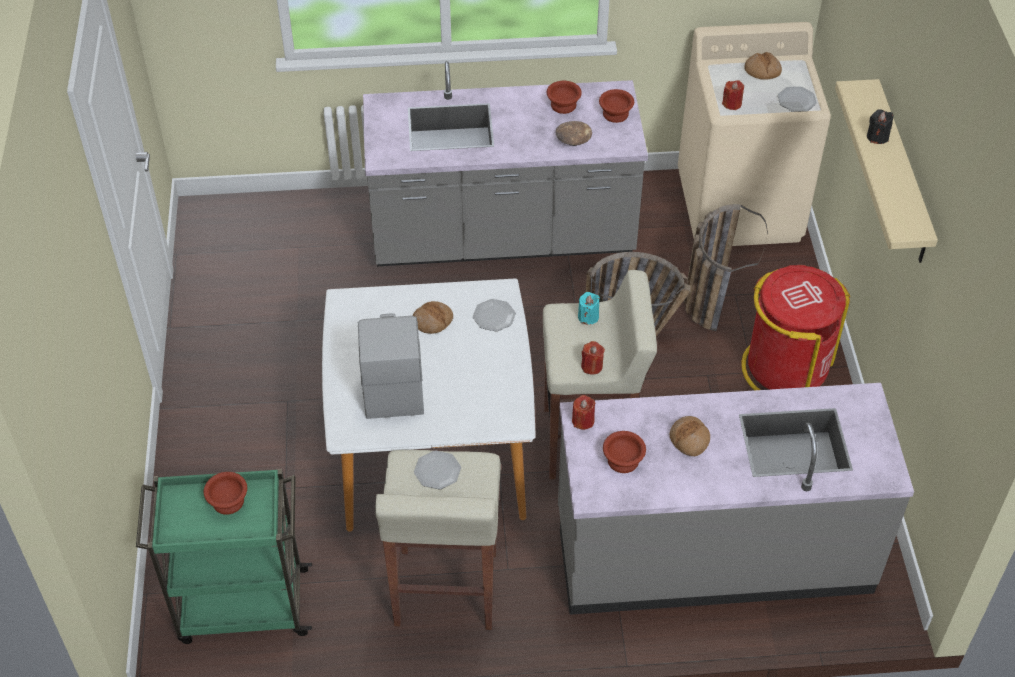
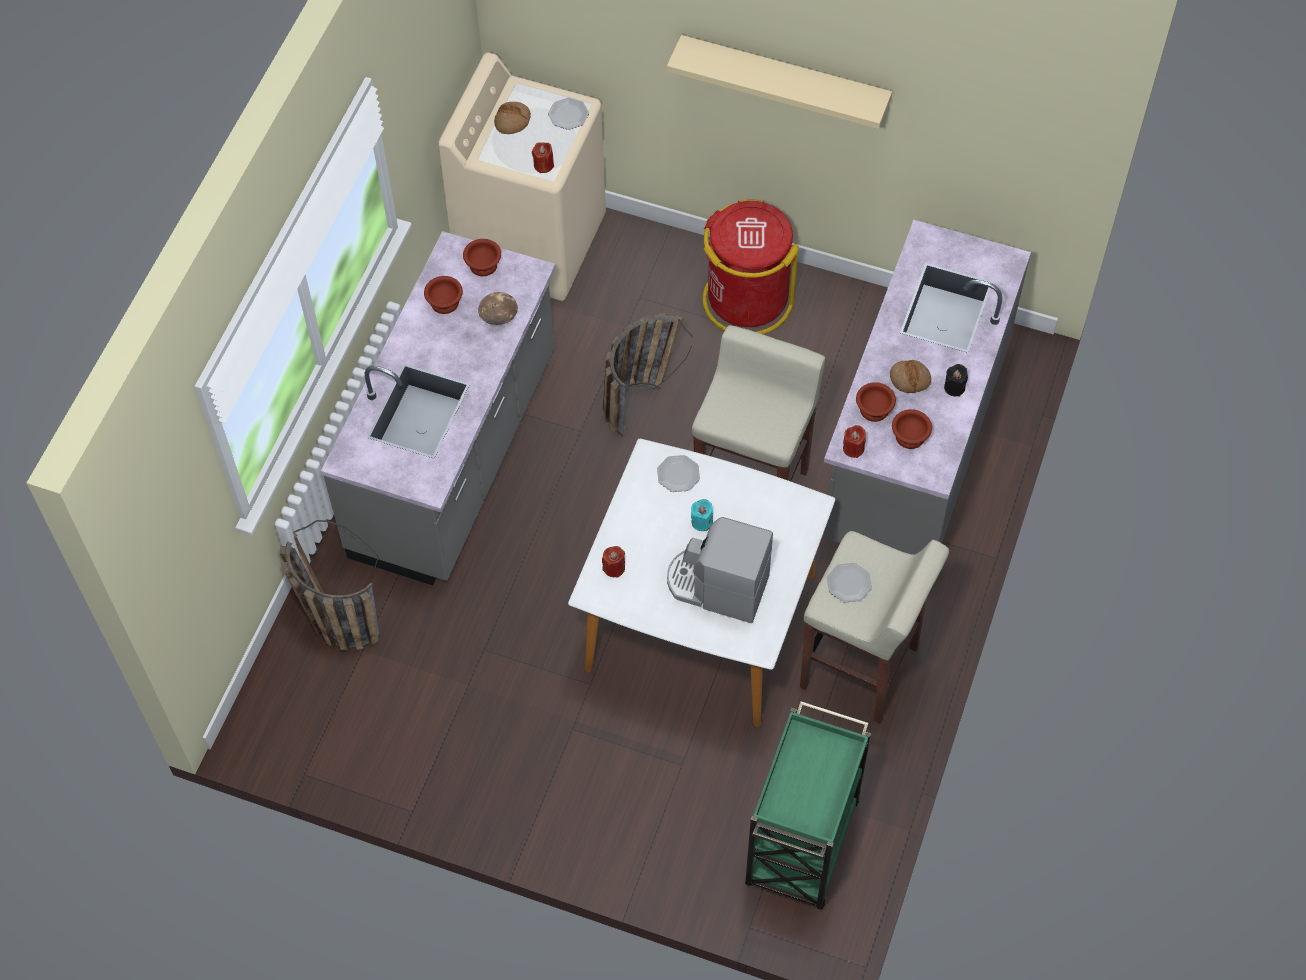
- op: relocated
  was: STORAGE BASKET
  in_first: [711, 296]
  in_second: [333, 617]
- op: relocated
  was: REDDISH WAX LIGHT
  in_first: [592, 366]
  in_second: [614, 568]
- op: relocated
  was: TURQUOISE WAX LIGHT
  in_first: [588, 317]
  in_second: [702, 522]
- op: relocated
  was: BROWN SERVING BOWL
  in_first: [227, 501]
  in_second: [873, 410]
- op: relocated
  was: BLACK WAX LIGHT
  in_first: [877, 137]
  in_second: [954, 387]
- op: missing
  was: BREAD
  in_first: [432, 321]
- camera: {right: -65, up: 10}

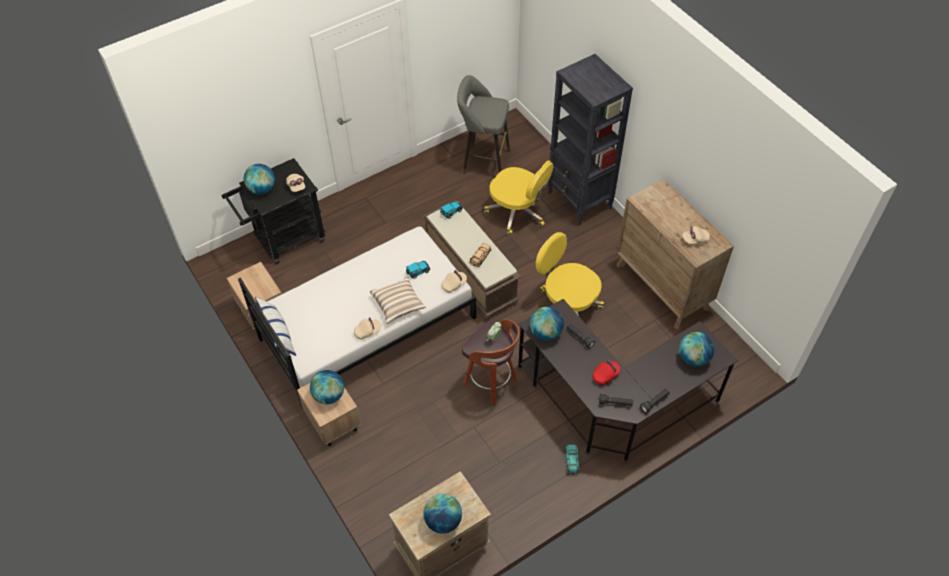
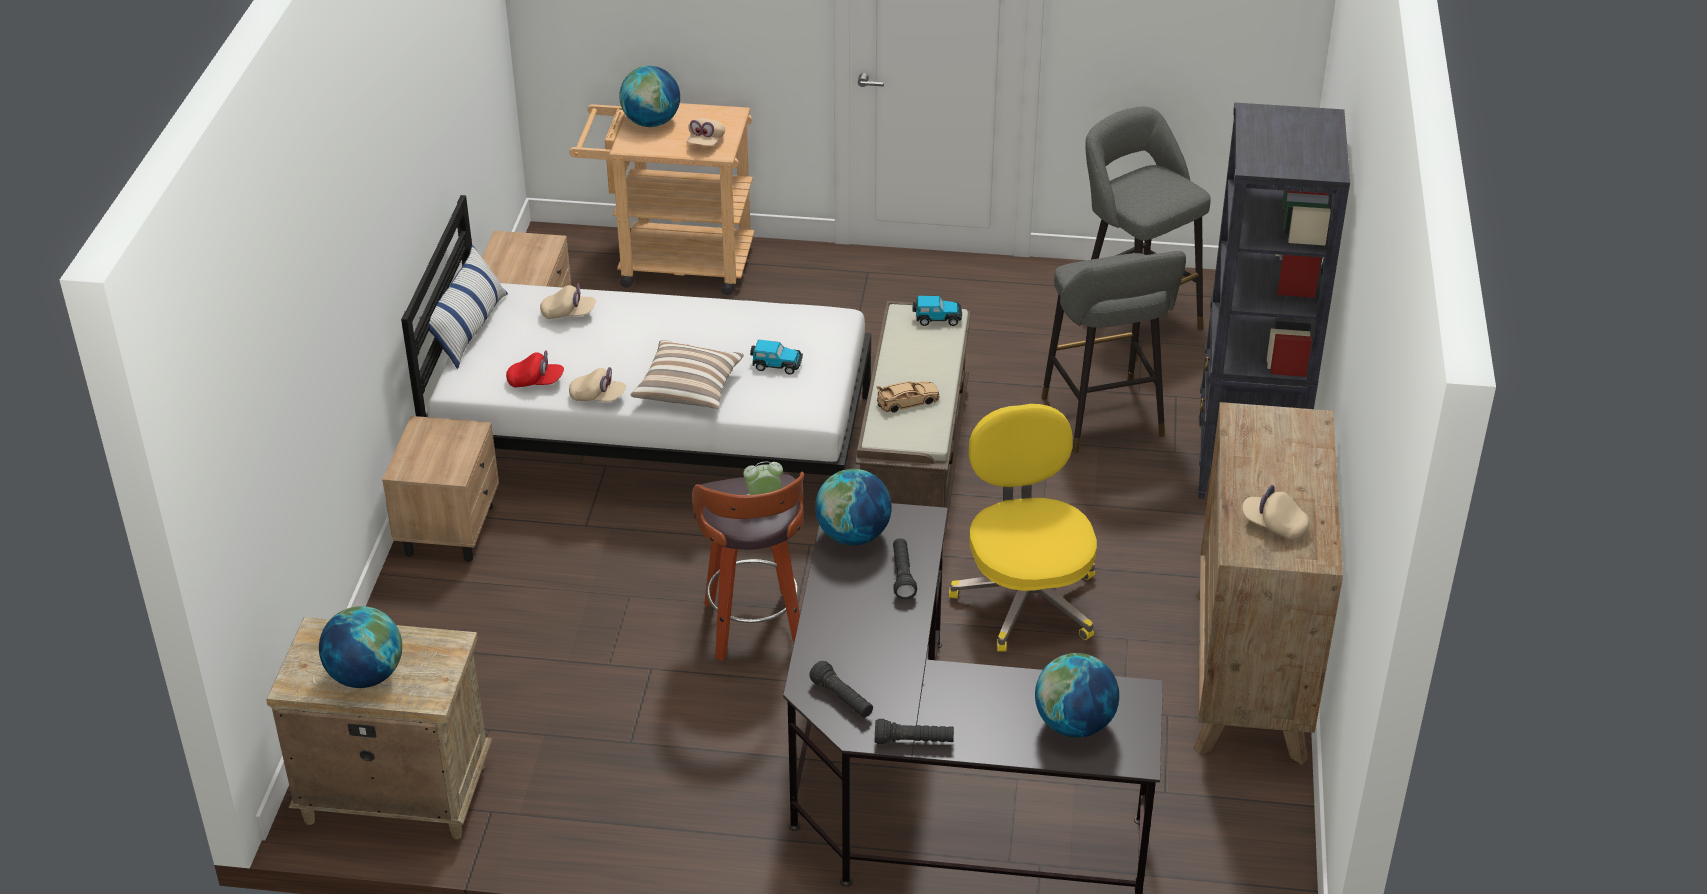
- op: relocated
  was: REDDISH CAP
  in_first: [605, 375]
  in_second: [536, 382]
- op: relocated
  was: SAND-COLOURED CAP
  in_first: [454, 284]
  in_second: [568, 314]
- op: colour
  was: BLACK CART
  now: SAND-COLOURED CART
  in_first: [284, 240]
  in_second: [672, 263]
- op: exchanged
  was: YELLOW COMPUTER CHAIR
  now: GREY STOOL SEAT
  in_first: [517, 212]
  in_second: [1105, 421]
- op: missing
  was: DESK GLOBE
  in_first: [329, 395]
- op: missing
  was: TURQUOISE MINIATURE CAR
  in_first: [572, 460]
- camera: {right: 40, up: -15}

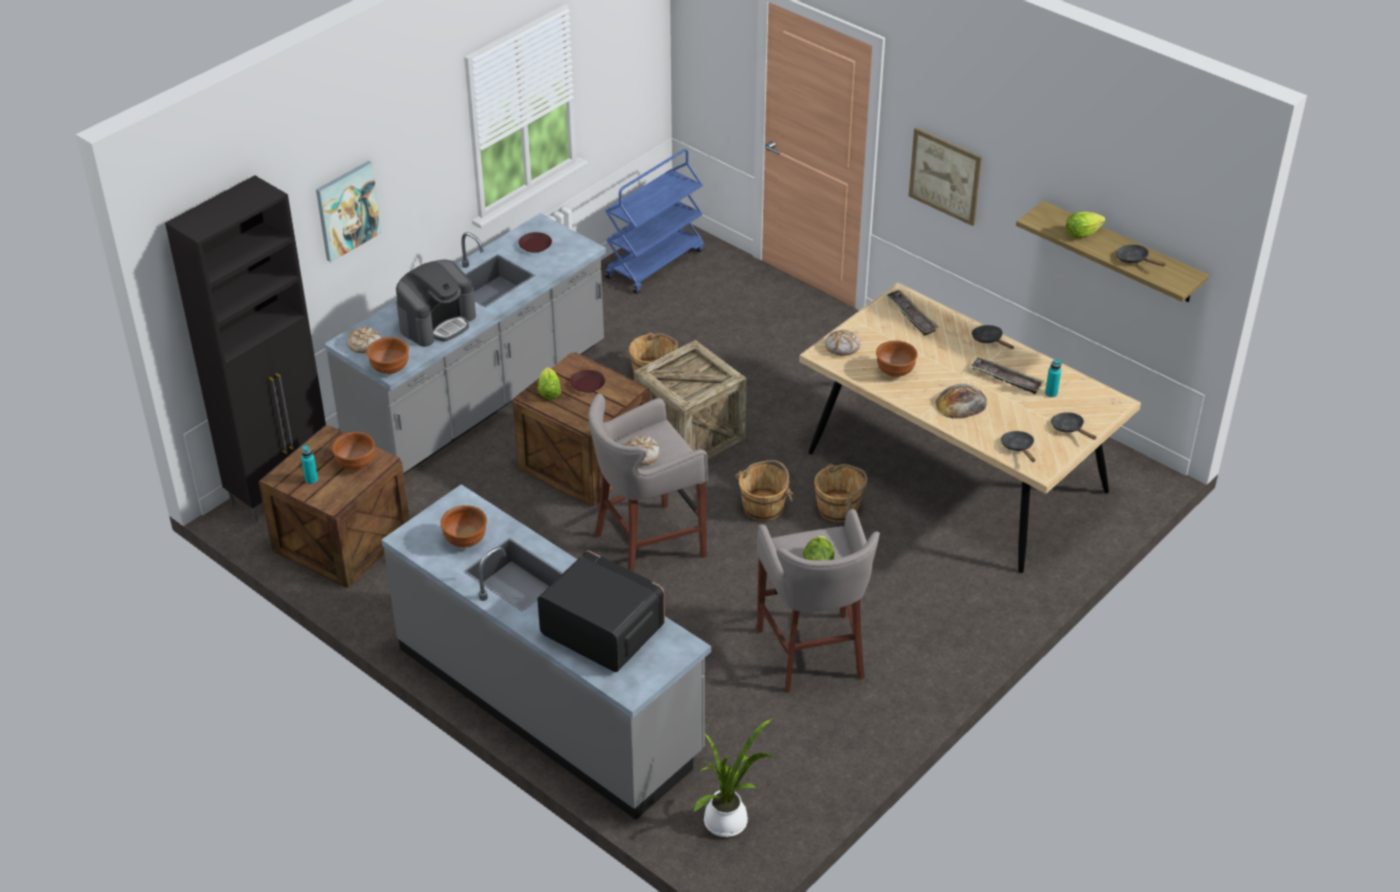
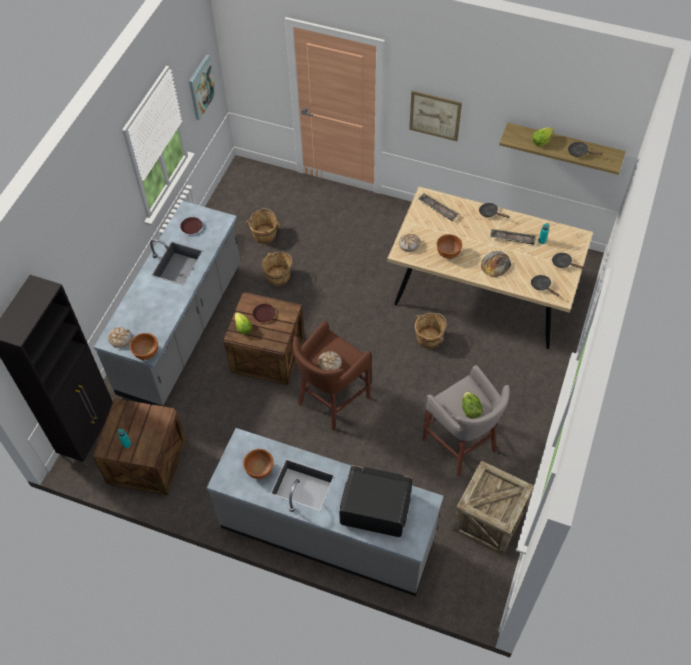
- op: relocated
  was: PICTURE
  in_first: [347, 210]
  in_second: [201, 87]
- op: relocated
  was: BROWN WATER BUCKET
  in_first: [763, 506]
  in_second: [264, 234]
- op: colour
  was: GREY STOOL SEAT
  now: BROWN STOOL SEAT
  in_first: [646, 544]
  in_second: [331, 401]
- op: relocated
  was: SHIPPING CRATE
  in_first: [690, 435]
  in_second: [489, 519]
- op: missing
  was: BROWN SERVING BOWL
  in_first: [356, 464]
- op: missing
  was: COFFEE BREWER
  in_first: [437, 322]
- op: missing
  was: BLUISH CART
  in_first: [655, 263]
- op: missing
  was: PLANT IN A POT
  in_first: [729, 821]
- camera: {right: -20, up: 15}

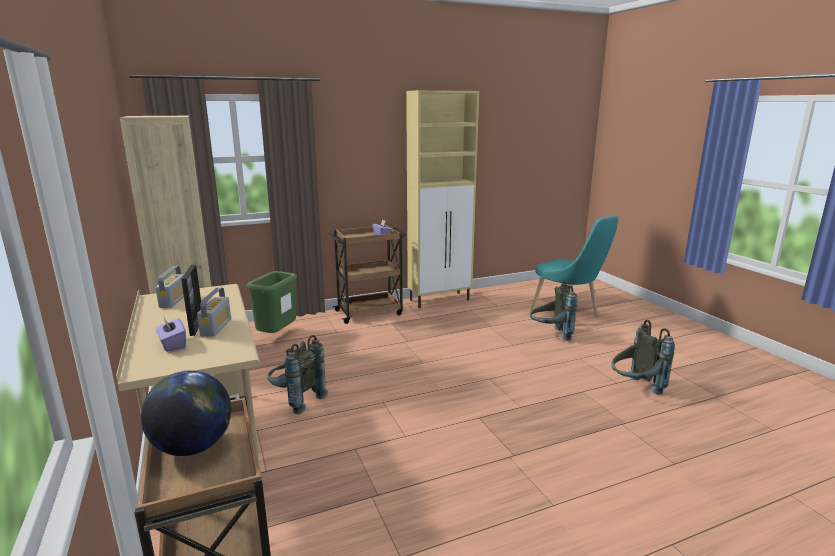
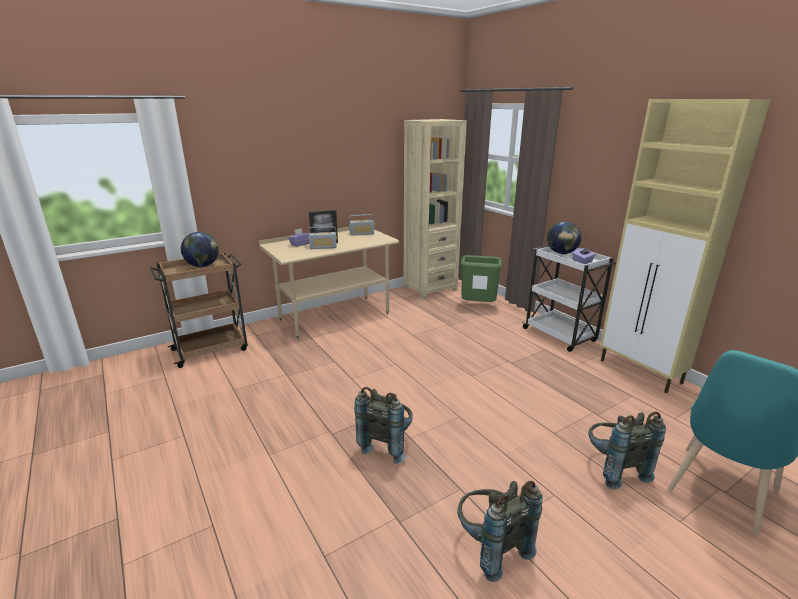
- op: relocated
  was: GREY KNAPSACK
  in_first: [296, 400]
  in_second: [387, 444]
- op: colour
  was: BROWN CART
  now: WHITE CART
  in_first: [370, 312]
  in_second: [560, 335]
- op: appeared
  now: DESK GLOBE
  in_second: [561, 253]
- camera: {right: 80, up: 5}

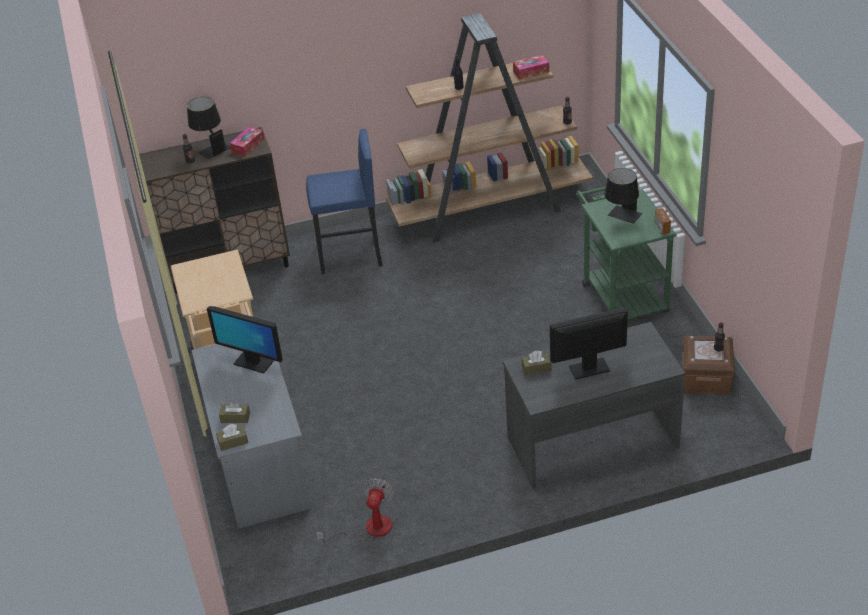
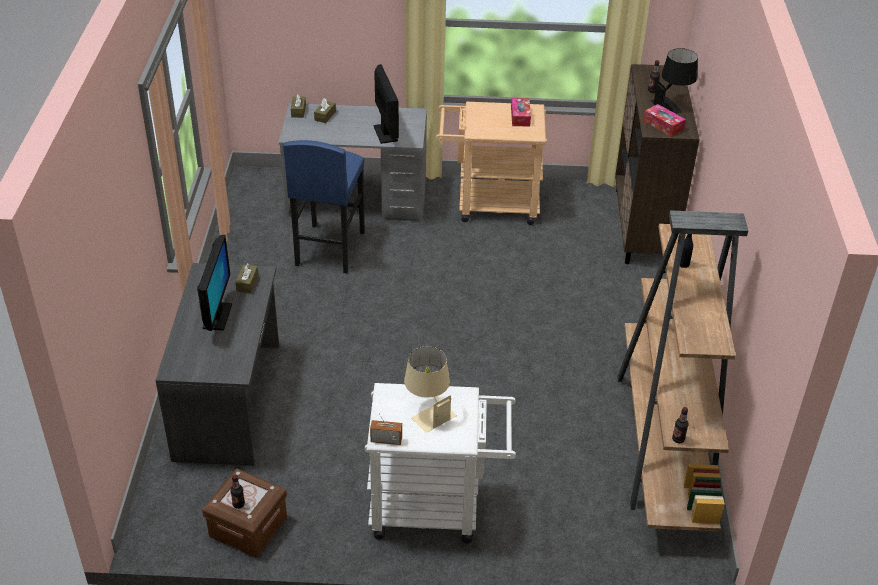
- op: relocated
  was: BLUISH STOOL SEAT
  in_first: [350, 255]
  in_second: [329, 249]
- op: colour
  was: GREEN-COLOURED CART
  now: WHITE CART
  in_first: [621, 293]
  in_second: [436, 508]
- op: spun
  was: COMPUTER SCREEN
  in_first: [253, 362]
  in_second: [385, 134]
  clockwise: 120
- op: colour
  was: BLACK TABLETOP LAMP
  now: SAND-COLOURED TABLETOP LAMP
  in_first: [622, 218]
  in_second: [428, 411]
- op: relocated
  was: TISSUE HOLDER
  in_first: [531, 71]
  in_second: [520, 117]
- op: missing
  was: ELECTRIC FAN
  in_first: [369, 530]
- camera: {right: 105, up: 0}

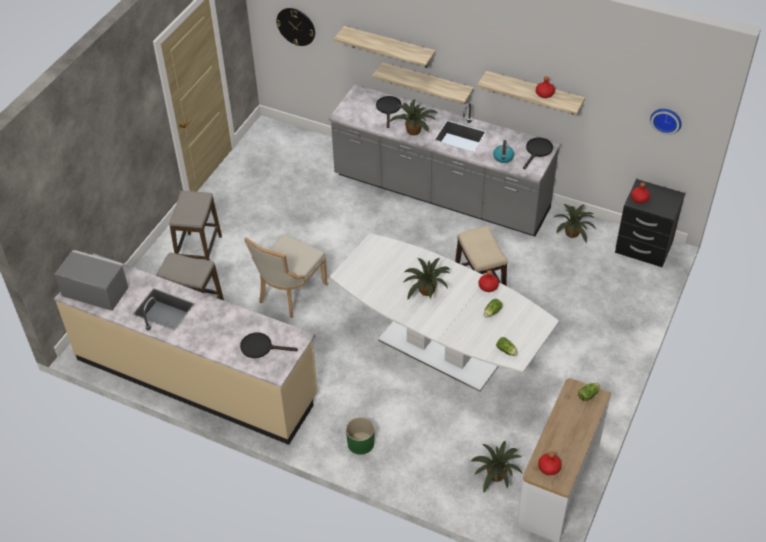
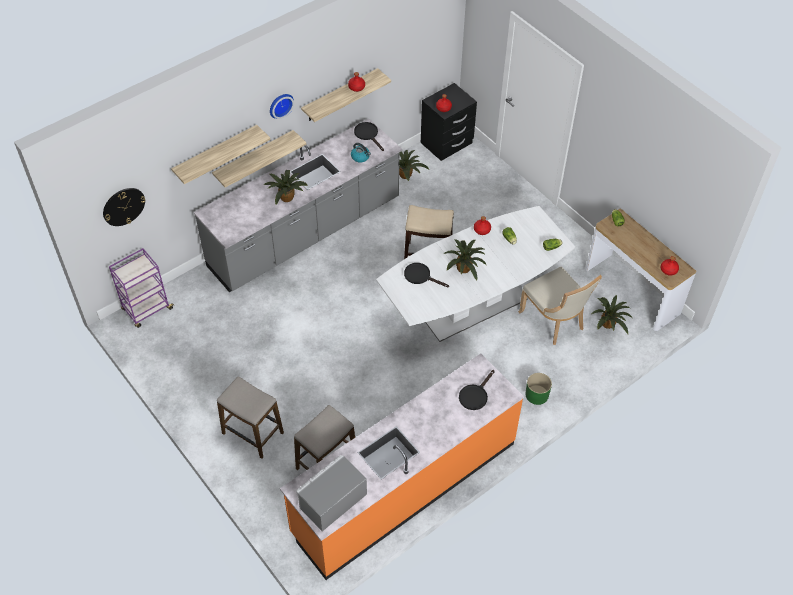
- op: appeared
  now: PURPLISH CART
  in_second: [147, 309]
- op: relocated
  was: CLOCK ON THE WALL
  in_first: [666, 119]
  in_second: [280, 104]
- op: colour
  was: SAND-COLOURED KITCHEN BASE UNIT
  now: ORANGE-COLOURED KITCHEN BASE UNIT
  in_first: [196, 377]
  in_second: [404, 487]
- op: relocated
  was: BLACK PAN
  in_first: [388, 109]
  in_second: [420, 276]
- op: relocated
  was: SAND-COLOURED CHAIR
  in_first: [289, 294]
  in_second: [554, 321]
- camera: {right: -65, up: 5}

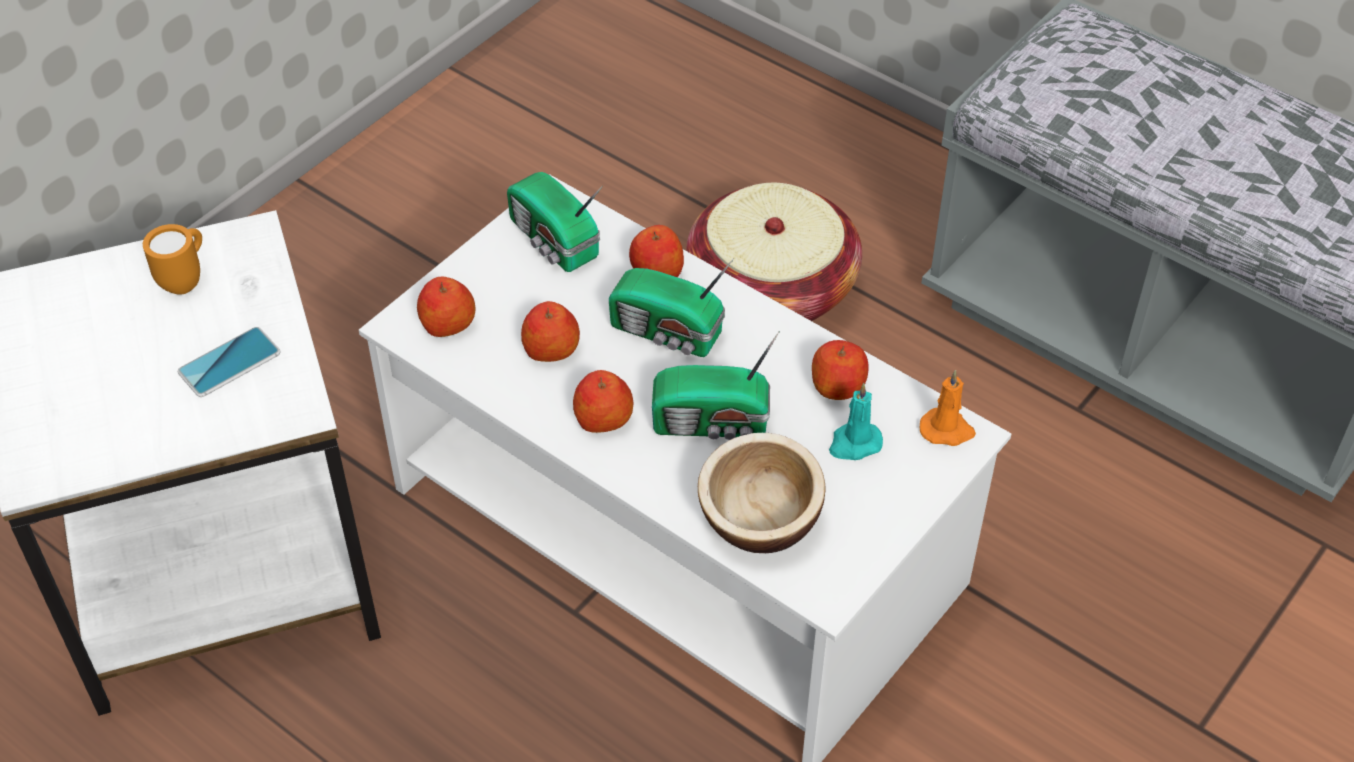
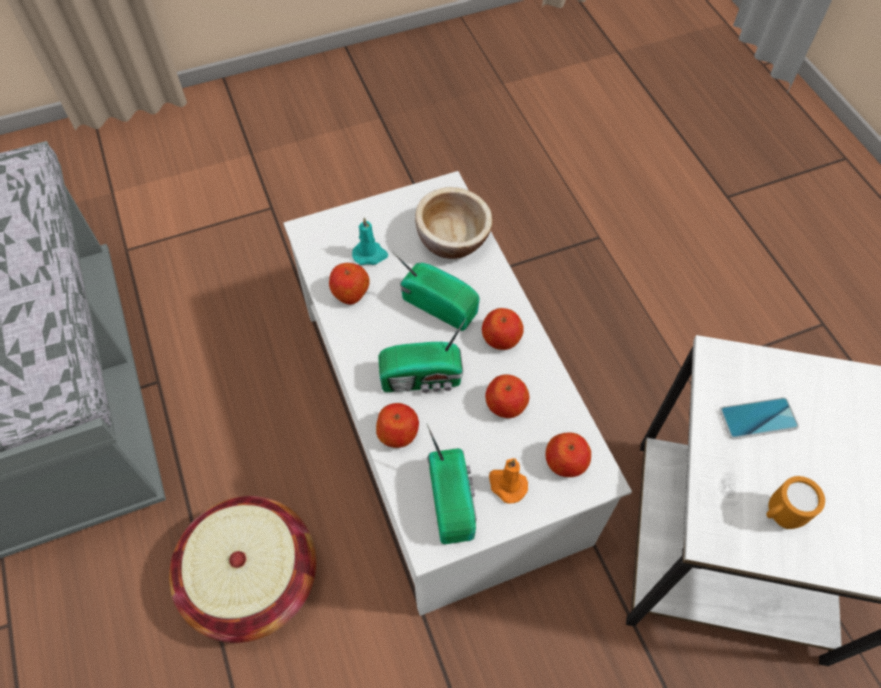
- op: spun
  was: RADIO RECEIVER
  in_first: [668, 333]
  in_second: [423, 378]
  clockwise: 120
- op: relocated
  was: ORANGE-COLOURED WAX LIGHT
  in_first: [947, 430]
  in_second: [506, 484]
- camera: {right: -150, up: 10}

